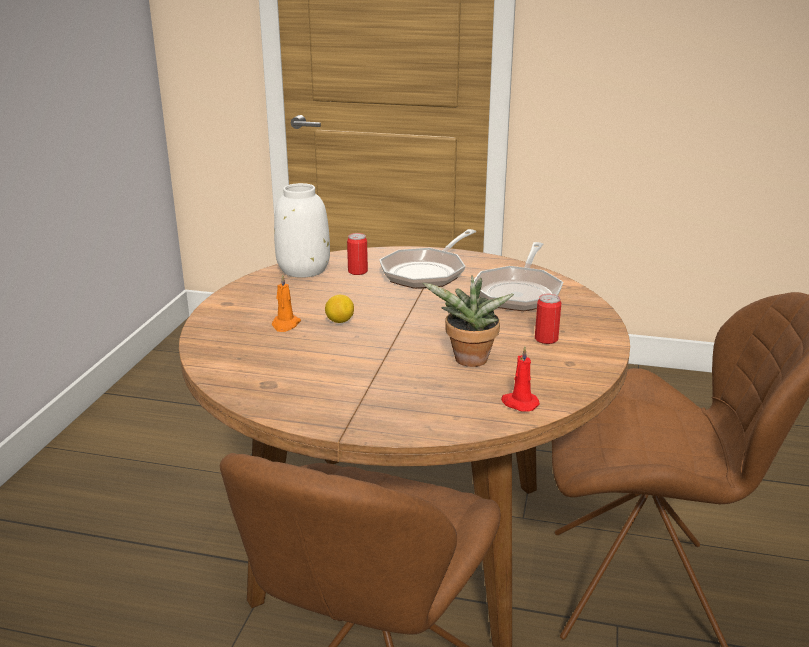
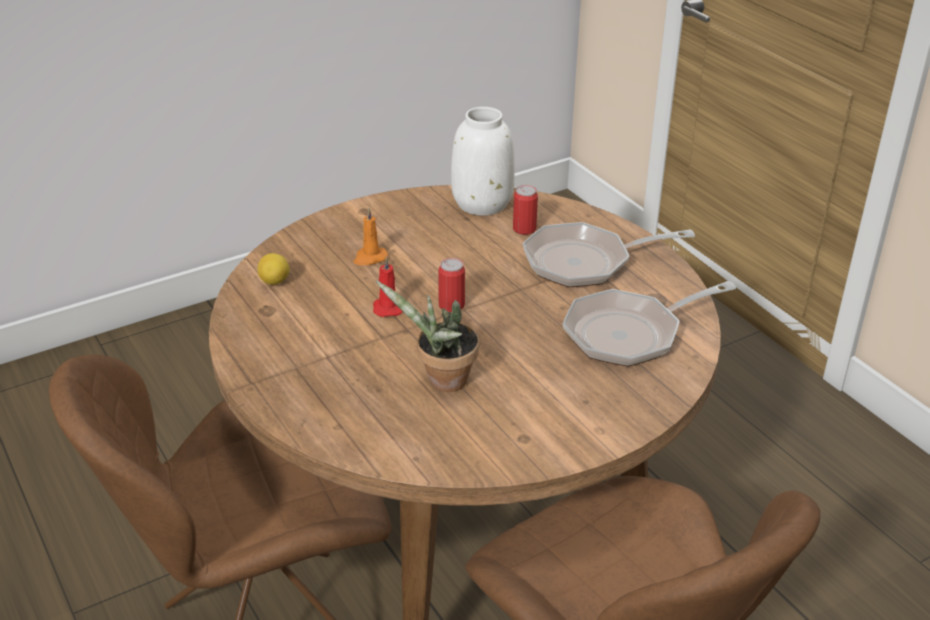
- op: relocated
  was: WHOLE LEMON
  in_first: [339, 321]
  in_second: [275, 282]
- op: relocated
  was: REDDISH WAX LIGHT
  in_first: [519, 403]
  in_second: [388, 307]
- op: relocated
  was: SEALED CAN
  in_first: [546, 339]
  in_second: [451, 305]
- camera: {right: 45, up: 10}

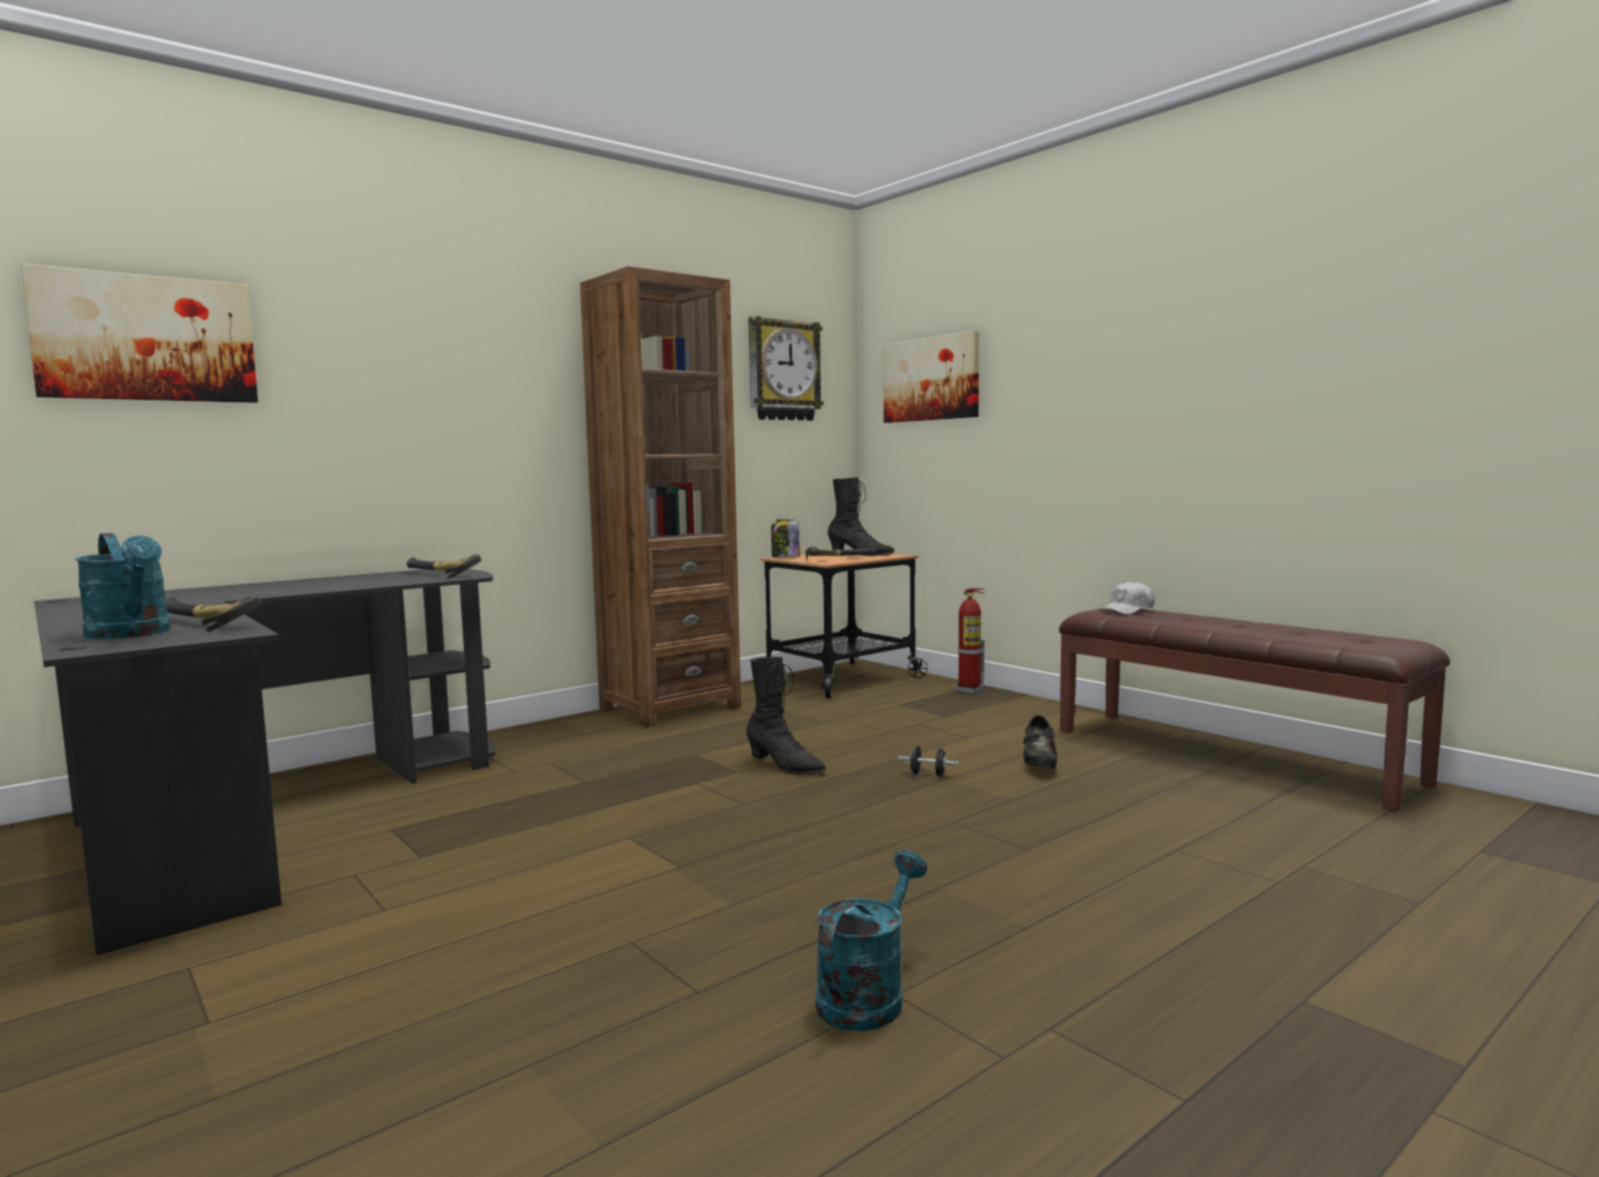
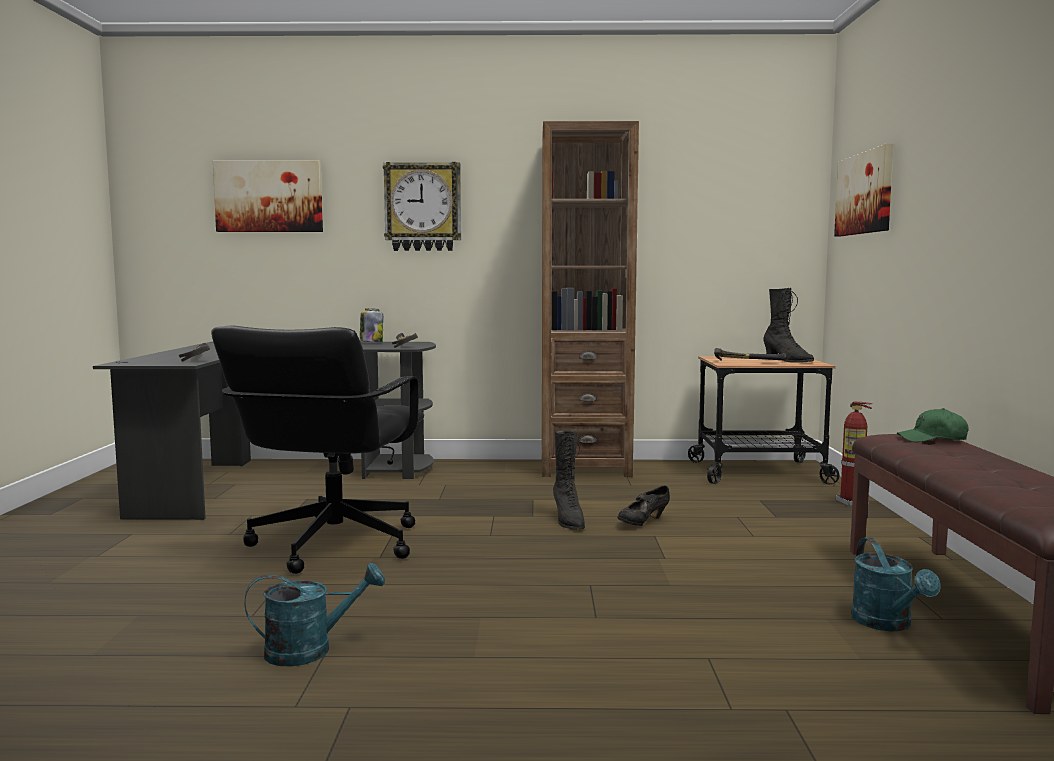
- op: appeared
  now: BLACK COMPUTER CHAIR
  in_second: [332, 545]
- op: relocated
  was: JAR
  in_first: [785, 558]
  in_second: [371, 342]
- op: relocated
  was: CLOCK ON THE WALL
  in_first: [783, 370]
  in_second: [423, 207]
- op: relocated
  was: BLACK ITEM OF FOOTWEAR
  in_first: [1039, 765]
  in_second: [643, 523]
- op: relocated
  was: TURQUOISE WATERING CAN
  in_first: [132, 634]
  in_second: [887, 624]
- op: colour
  was: WHITE CAP
  now: GREEN-COLOURED CAP
  in_first: [1128, 610]
  in_second: [932, 439]
- op: missing
  was: BLACK FREE WEIGHT
  in_first: [928, 774]
- camera: {right: 40, up: 0}

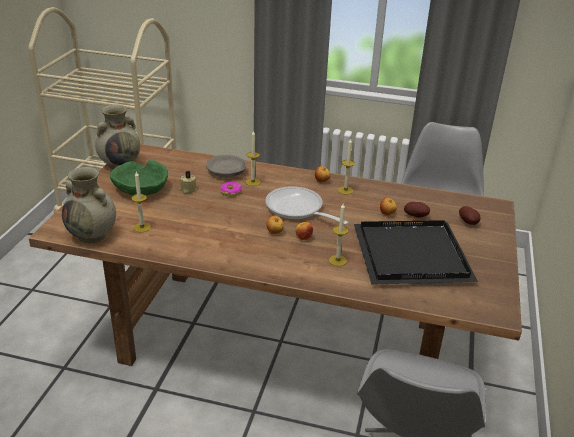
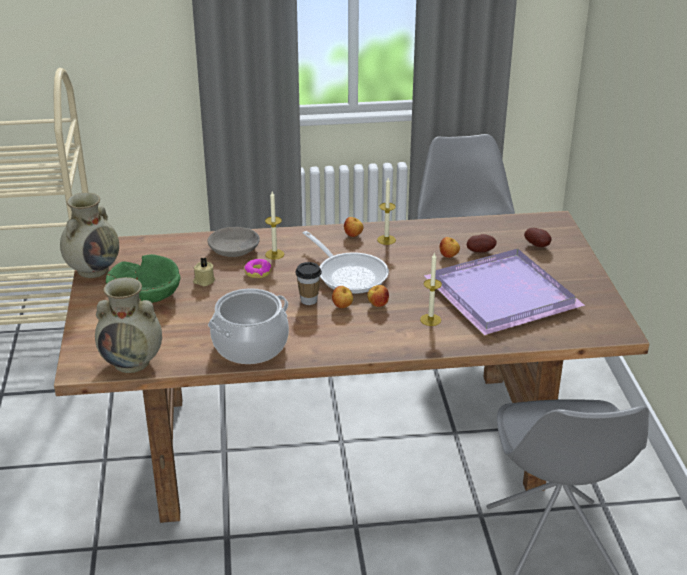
- op: appeared
  now: COOKING POT
  in_second: [250, 346]
- op: appeared
  now: DRINKING CUP
  in_second: [309, 300]
- op: spun
  was: PAN
  in_first: [298, 209]
  in_second: [349, 274]
  clockwise: -150
- op: colour
  was: BLACK SERVING TRAY
  now: PURPLISH SERVING TRAY
  in_first: [413, 254]
  in_second: [502, 293]
- op: missing
  was: WAX LIGHT
  in_first: [142, 227]
- camera: {right: -20, up: 0}

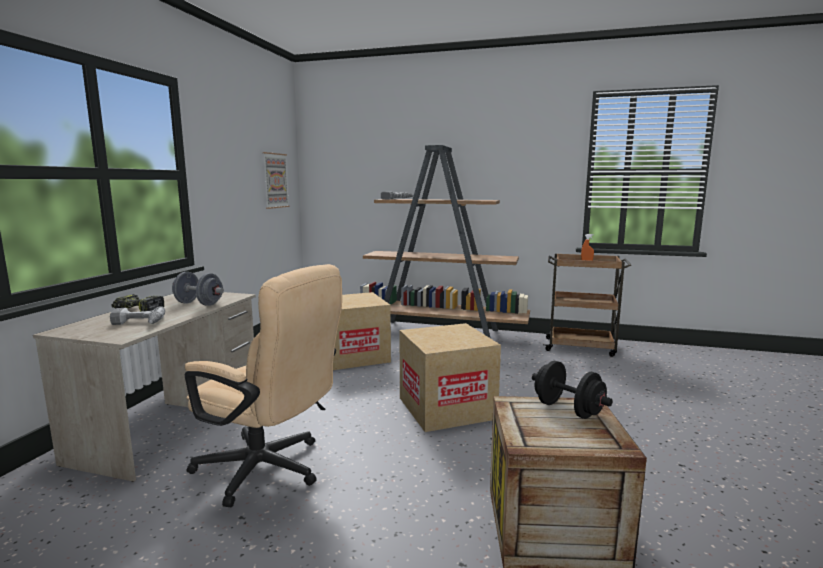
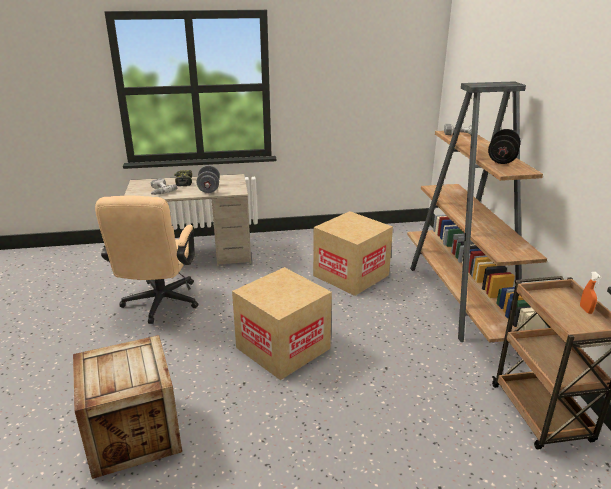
- op: relocated
  was: BLACK FREE WEIGHT
  in_first: [568, 409]
  in_second: [502, 159]
- op: missing
  was: PICTURE
  in_first: [275, 180]
- camera: {right: 65, up: 15}

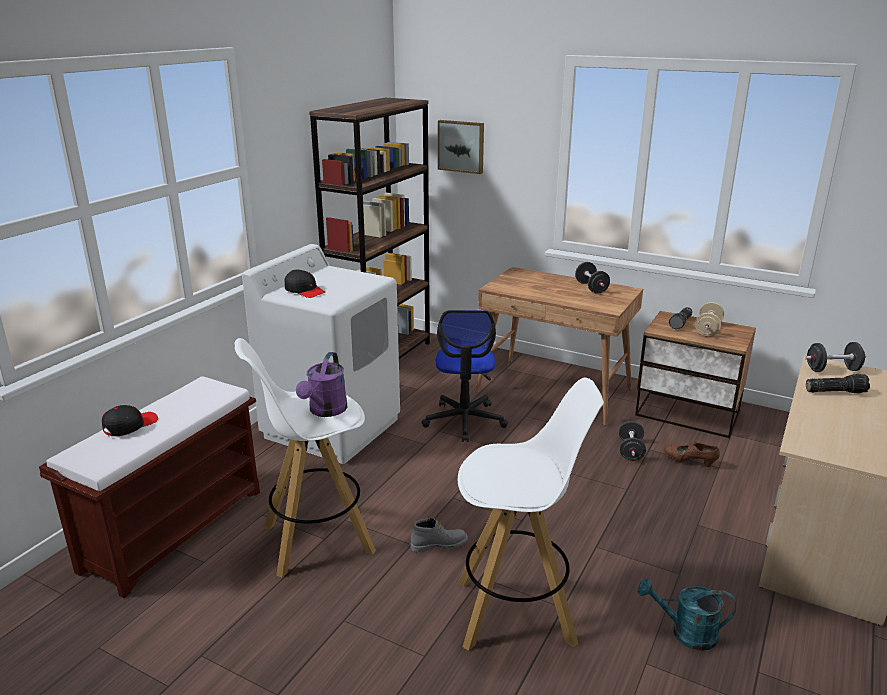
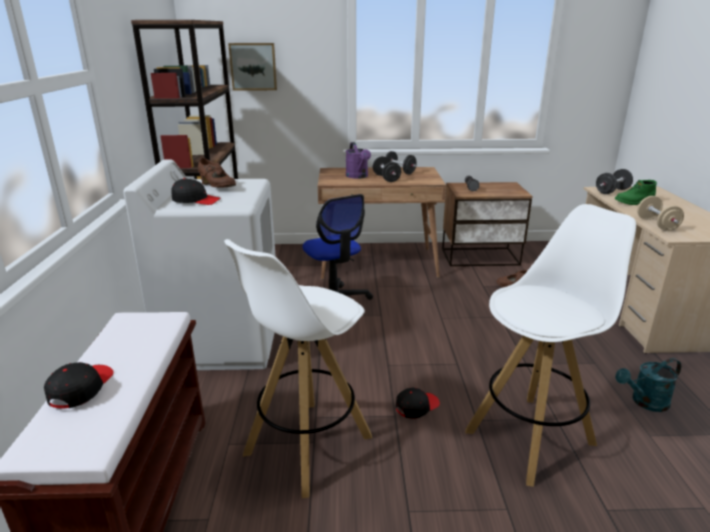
- op: appeared
  now: BROWN ITEM OF FOOTWEAR
  in_second: [217, 187]
- op: relocated
  was: PURPLISH WATERING CAN
  in_first: [325, 411]
  in_second: [358, 176]
- op: relocated
  was: BLACK FREE WEIGHT
  in_first: [630, 451]
  in_second: [386, 178]
- op: exchanged
  was: GREY TALL BOOT
  now: BLACK CAP
  in_first: [439, 544]
  in_second: [416, 406]
- op: exchanged
  was: TORCH
  now: GREEN-COLOURED TALL BOOT
  in_first: [835, 391]
  in_second: [634, 202]
- op: relocated
  was: SAND-COLOURED FREE WEIGHT
  in_first: [708, 330]
  in_second: [656, 224]
- camera: {right: -30, up: 0}

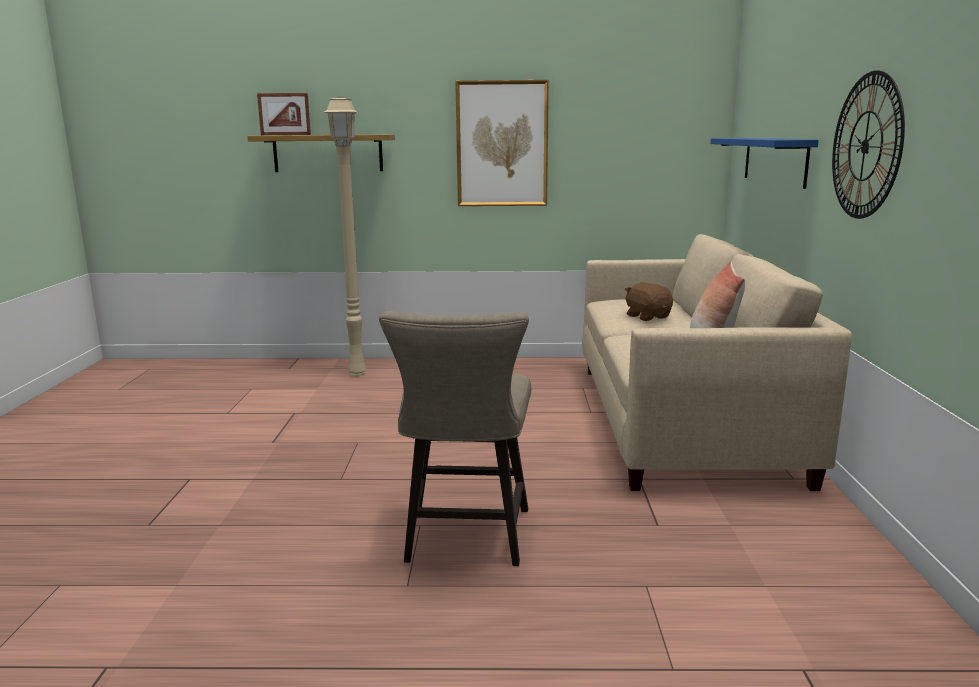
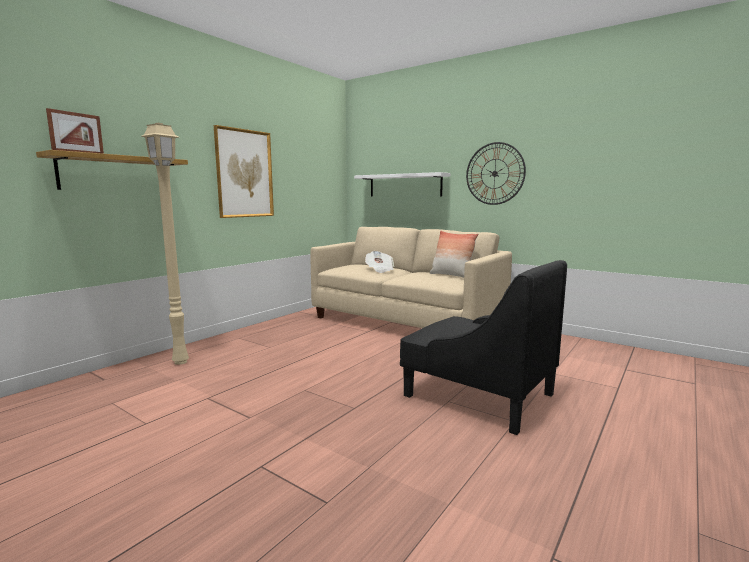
- op: colour
  was: BLUISH BRACKET SHELF
  now: WHITE BRACKET SHELF
  in_first: [774, 160]
  in_second: [404, 185]
- op: exchanged
  was: BROWN CUDDLY TOY
  now: NEWSPAPER
  in_first: [647, 316]
  in_second: [379, 270]
- op: exchanged
  was: SAND-COLOURED STOOL SEAT
  now: BLACK EASY CHAIR
  in_first: [465, 540]
  in_second: [478, 395]
- camera: {right: -55, up: -5}

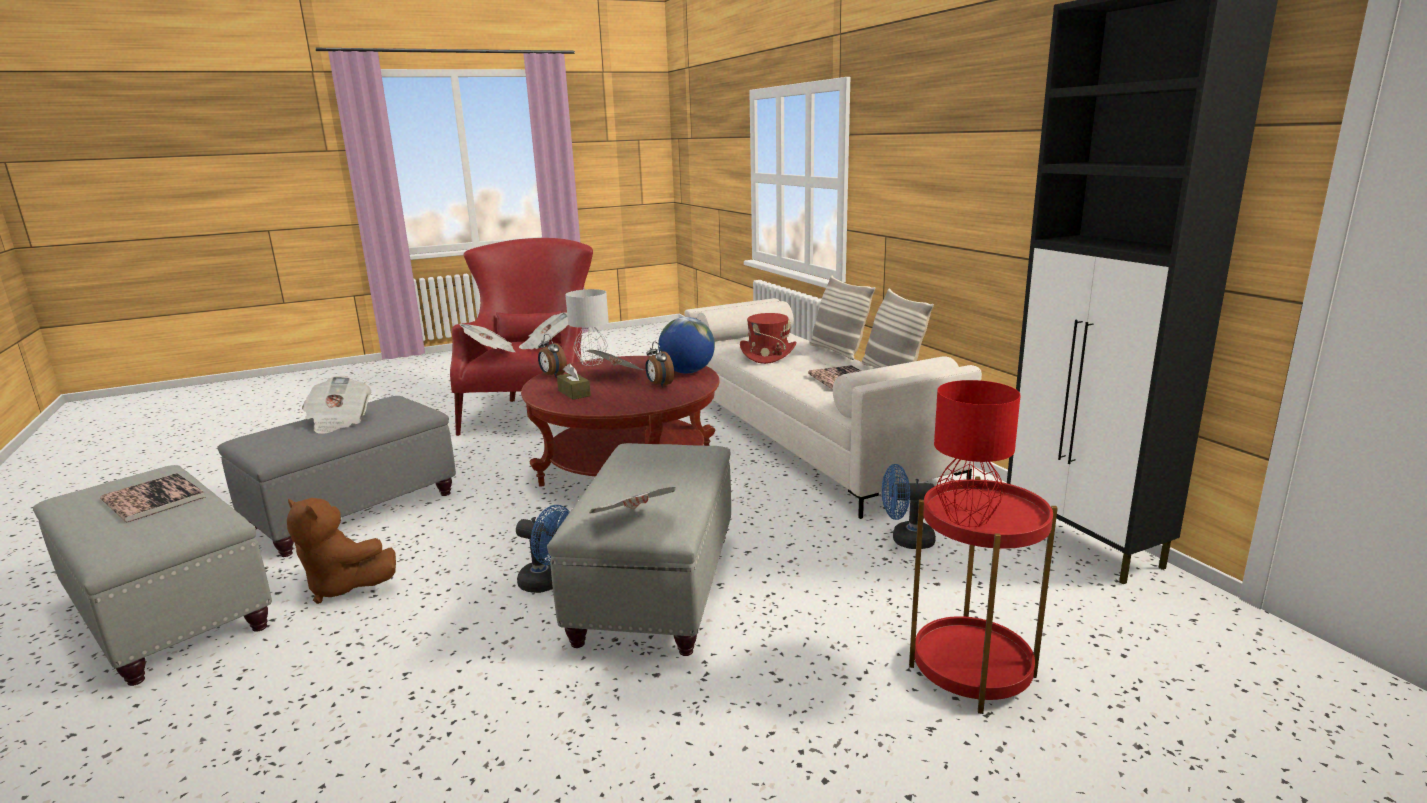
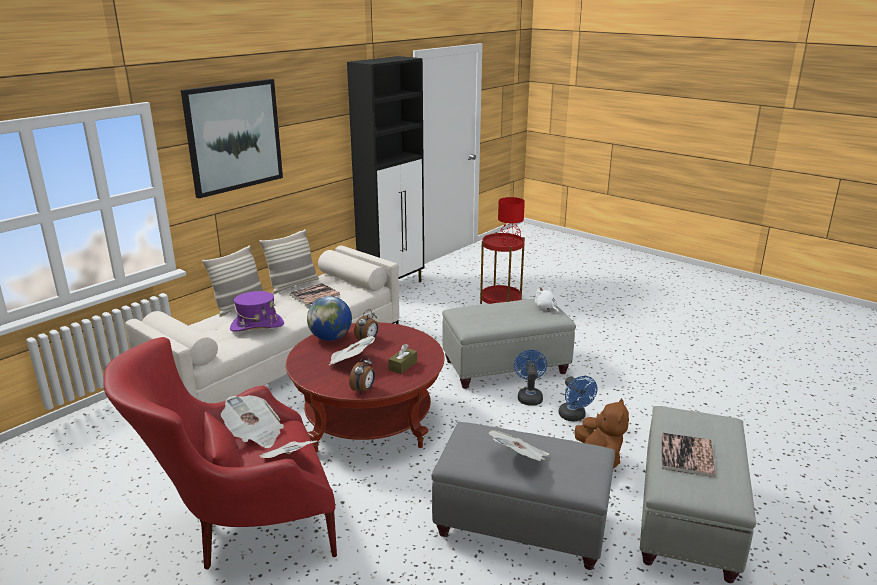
- op: appeared
  now: PICTURE
  in_second: [234, 137]
- op: colour
  was: REDDISH WEARABLE HAT
  now: PURPLISH WEARABLE HAT
  in_first: [767, 354]
  in_second: [257, 326]
- op: exchanged
  was: NEWSPAPER
  now: WHITE CUDDLY TOY
  in_first: [633, 523]
  in_second: [546, 308]
- op: relocated
  was: BLUISH ELECTRIC FAN
  in_first: [906, 540]
  in_second: [574, 417]
- op: missing
  was: GREY TABLETOP LAMP
  in_first: [592, 362]
- camera: {right: -115, up: 5}

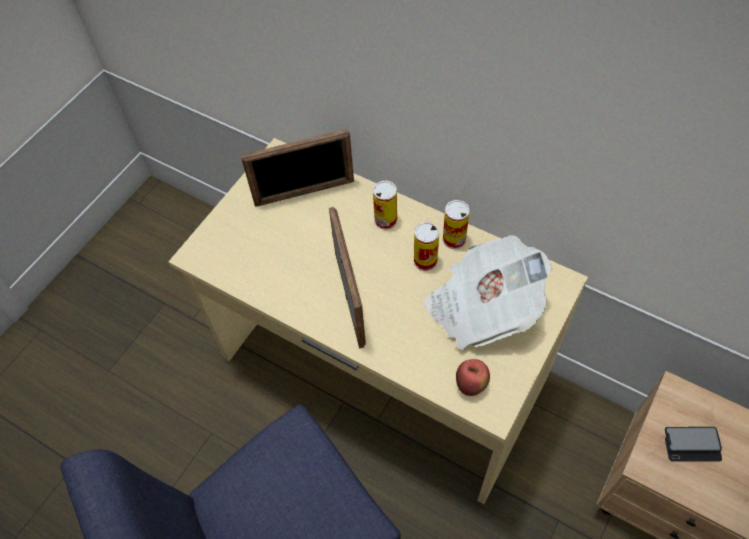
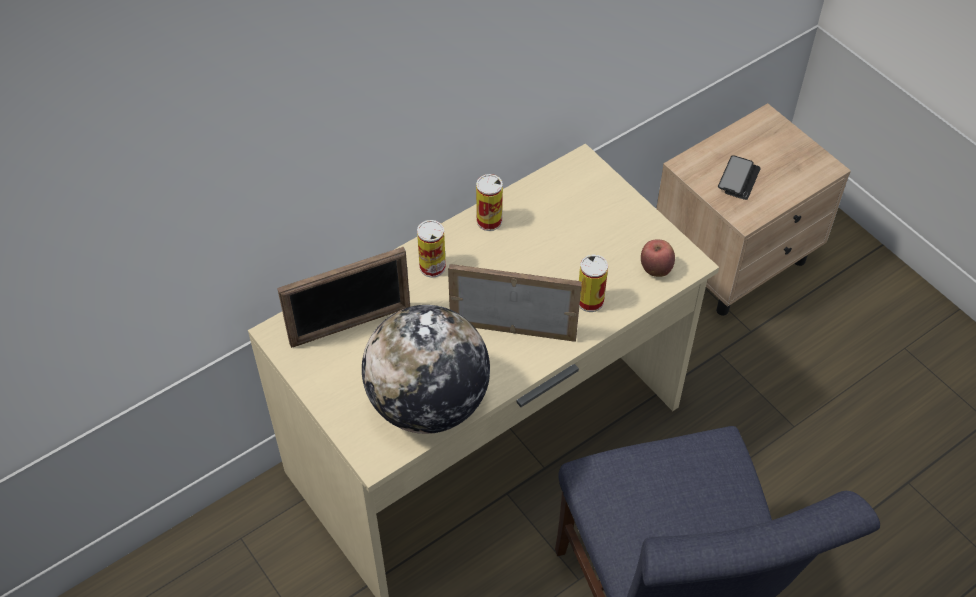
- op: spun
  was: PHOTO FRAME
  in_first: [304, 193]
  in_second: [350, 325]
  clockwise: 60
- op: appeared
  now: DESK GLOBE
  in_second: [428, 403]
- op: relocated
  was: SEALED CAN
  in_first: [425, 261]
  in_second: [590, 301]
- op: missing
  was: NEWSPAPER
  in_first: [482, 307]
- camera: {right: -70, up: -5}

